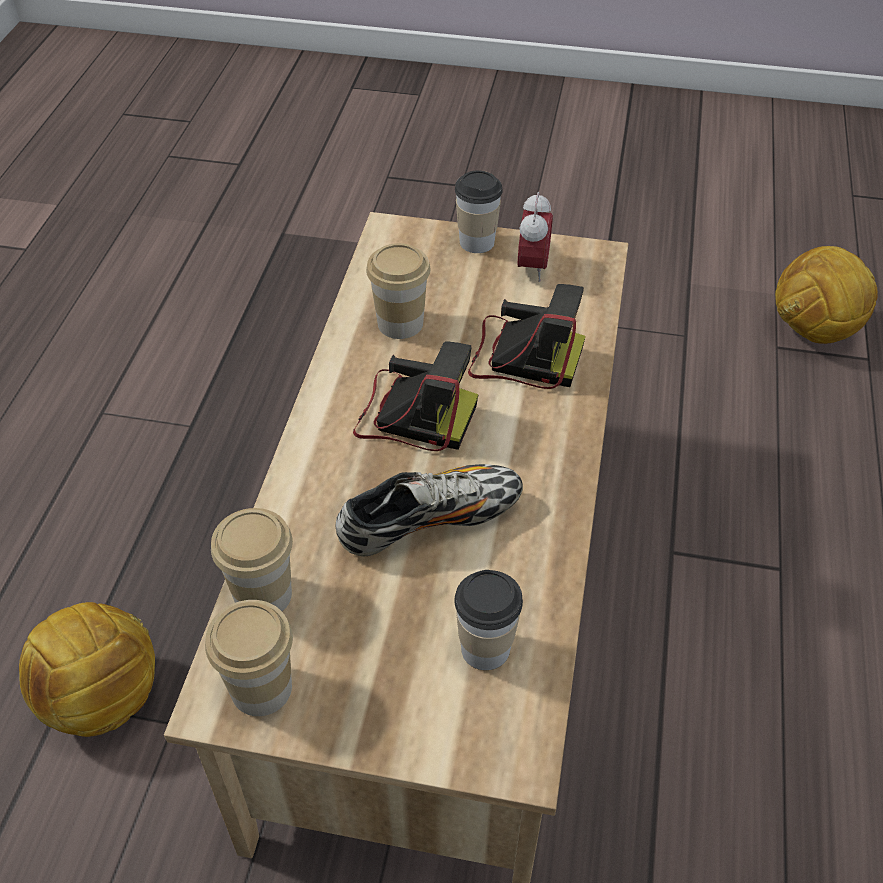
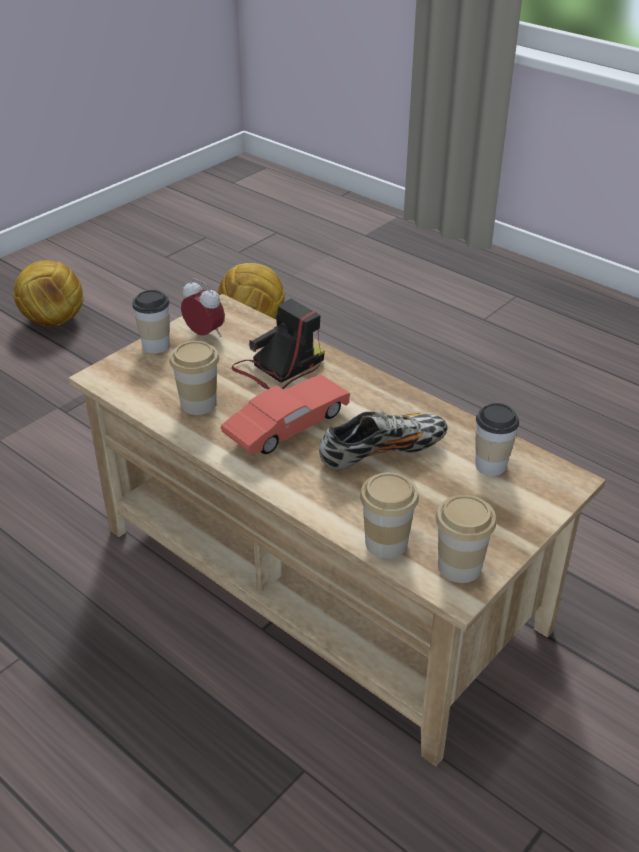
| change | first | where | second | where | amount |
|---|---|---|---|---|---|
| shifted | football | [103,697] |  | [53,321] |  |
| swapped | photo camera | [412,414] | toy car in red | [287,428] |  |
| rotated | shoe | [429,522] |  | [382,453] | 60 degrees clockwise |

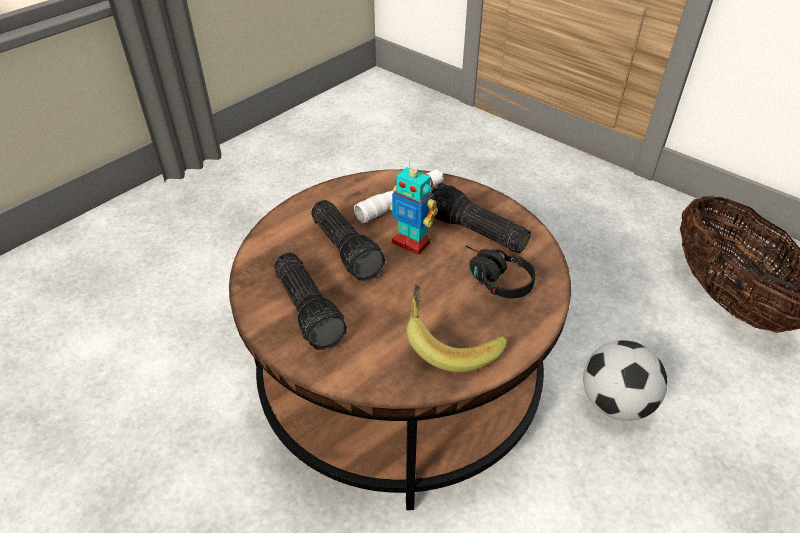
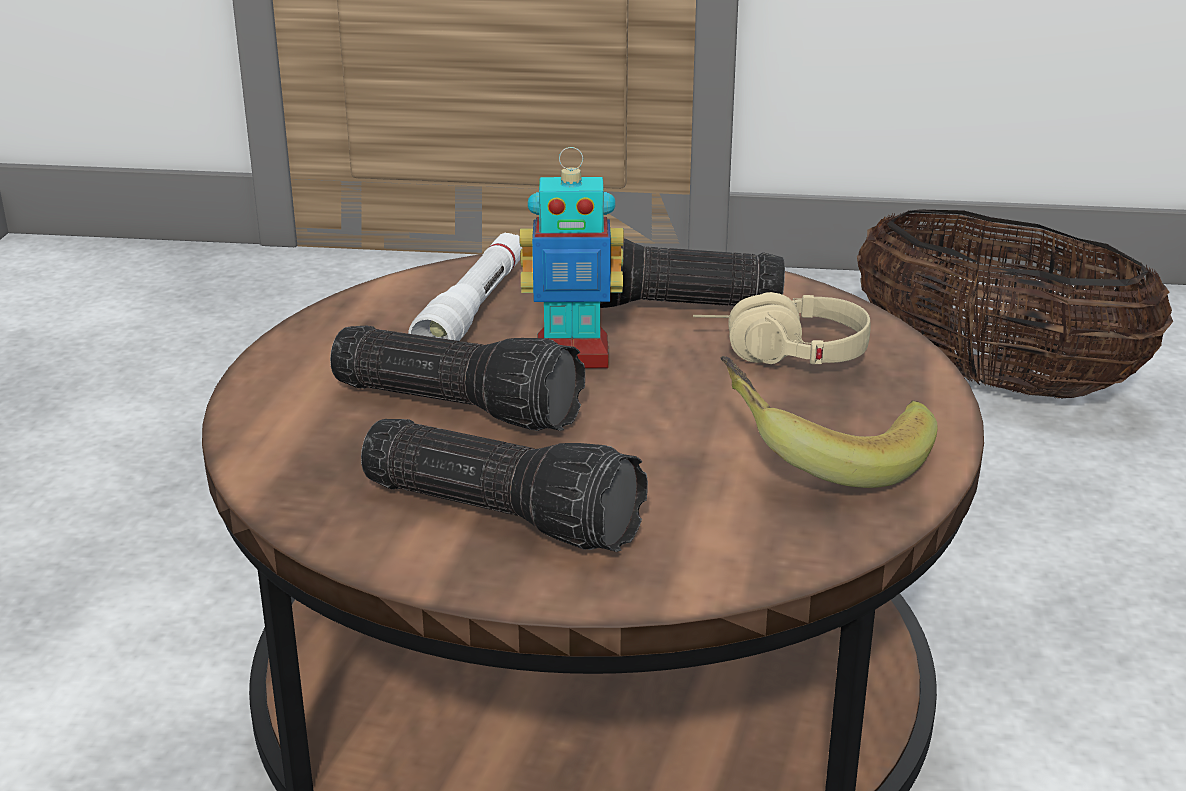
| change | first | where | second | where | amount |
|---|---|---|---|---|---|
| gone | football | [615,403] |  |  |  |
| repainted | headphones in black | [493,279] | headphones in beige | [779,355] |  |

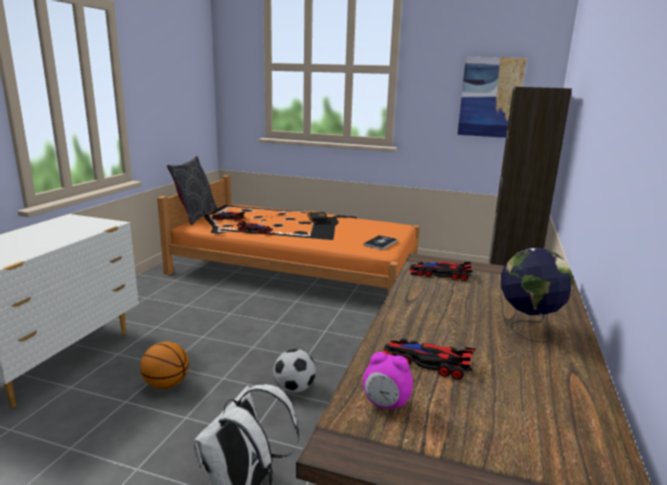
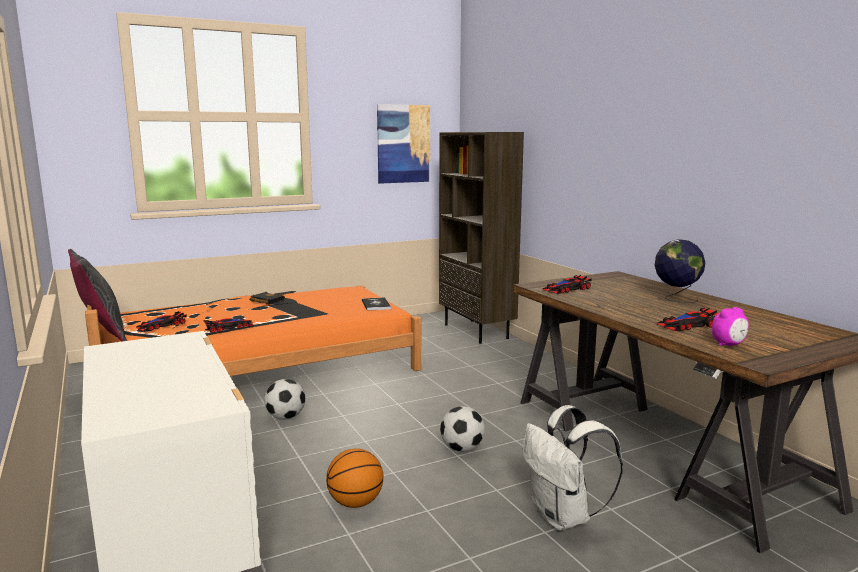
| change | first | where | second | where | amount |
|---|---|---|---|---|---|
| new |  |  | football | [285,417] |  |

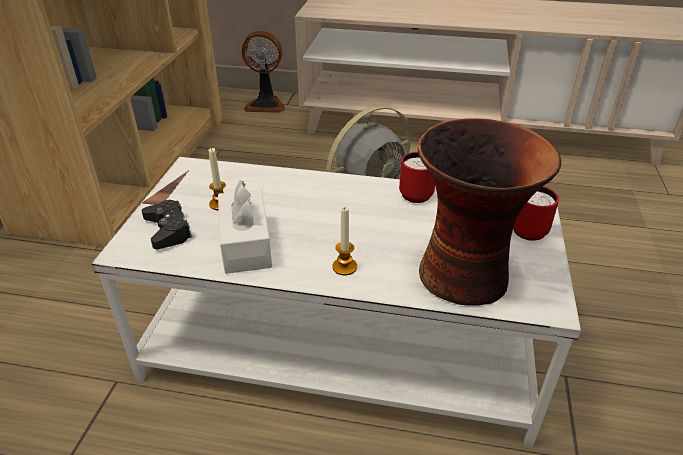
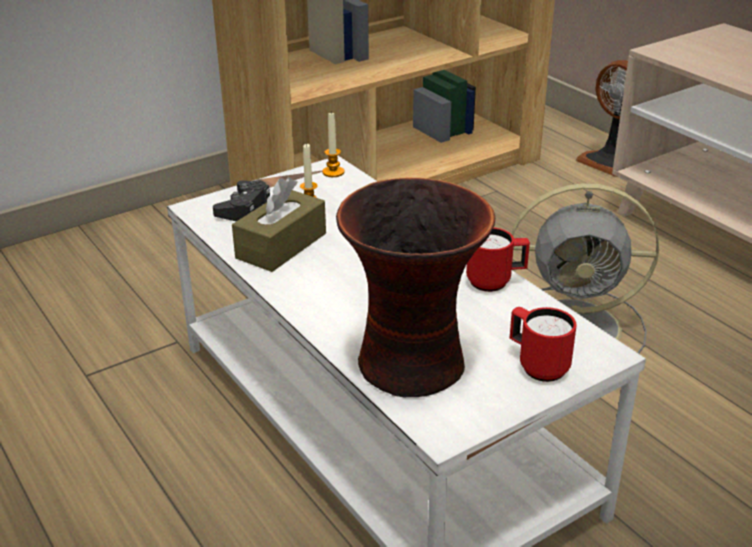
| change | first | where | second | where | amount |
|---|---|---|---|---|---|
| shifted | candle | [344,267] |  | [333,172] |  |
| repainted | tissue box in white | [246,244] | tissue box in brown | [281,246] |  |

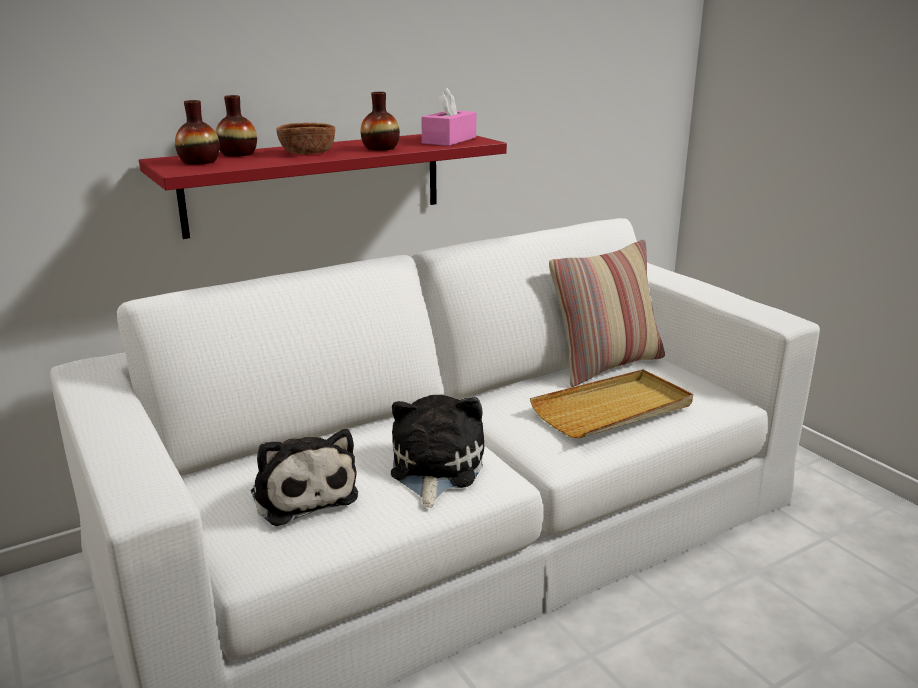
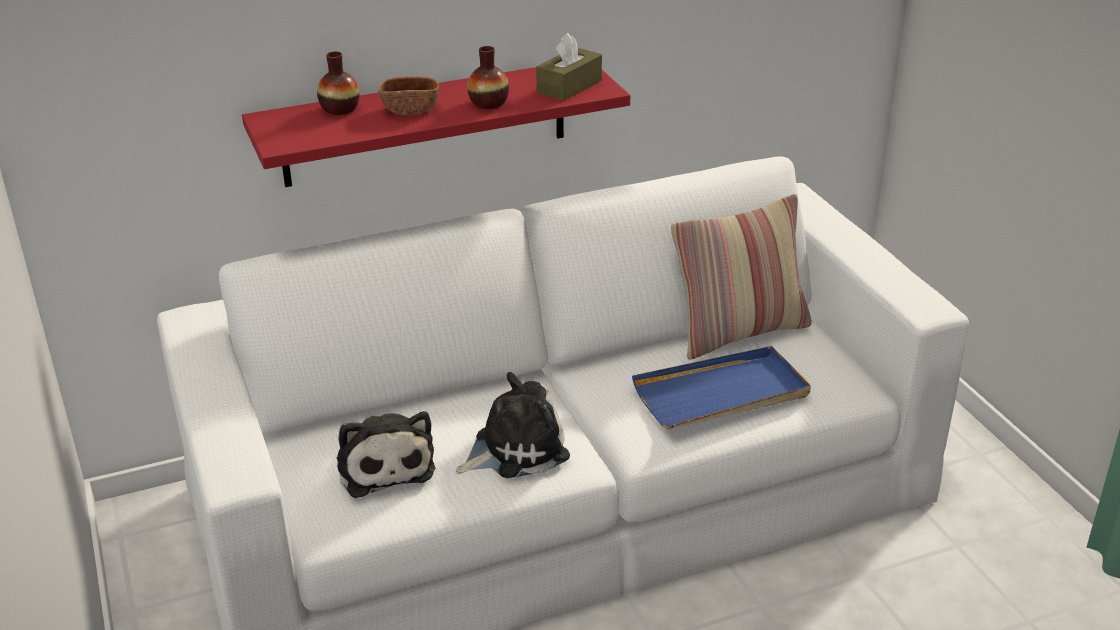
| change | first | where | second | where | amount |
|---|---|---|---|---|---|
| gone | vase | [199,162] |  |  |  |
| repainted | tissue box in pink | [449,140] | tissue box in brown | [569,86] |  |
| repainted | tray in beige | [613,409] | tray in blue | [722,393] |  |
| rotated | plush toy | [434,469] |  | [515,449] | 45 degrees clockwise |

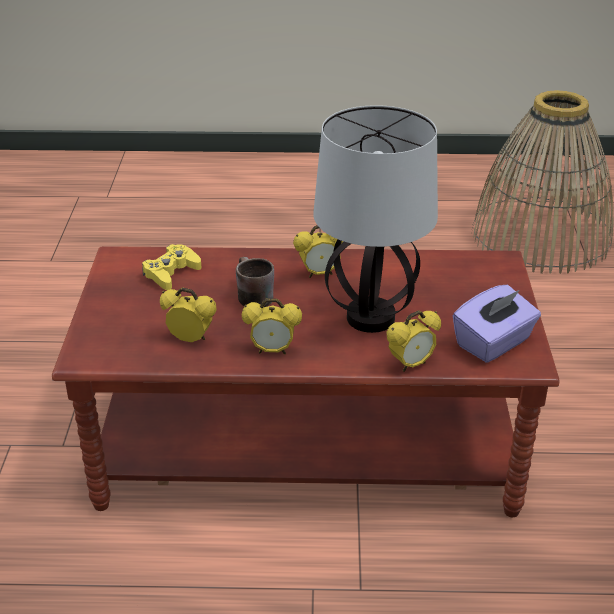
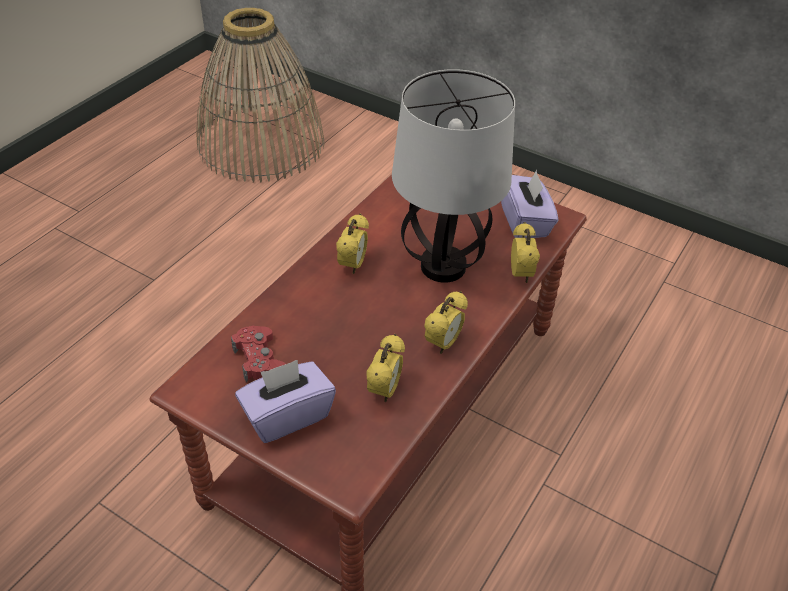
| change | first | where | second | where | amount |
|---|---|---|---|---|---|
| gone | mug in brown | [250,297] |  |  |  |
| new |  |  | tissue box in purple | [287,415] |  |
| repainted | game controller in yellow | [171,273] | game controller in red | [260,360] |  |
| rotated | alarm clock | [190,340] |  | [385,390] | 150 degrees clockwise |

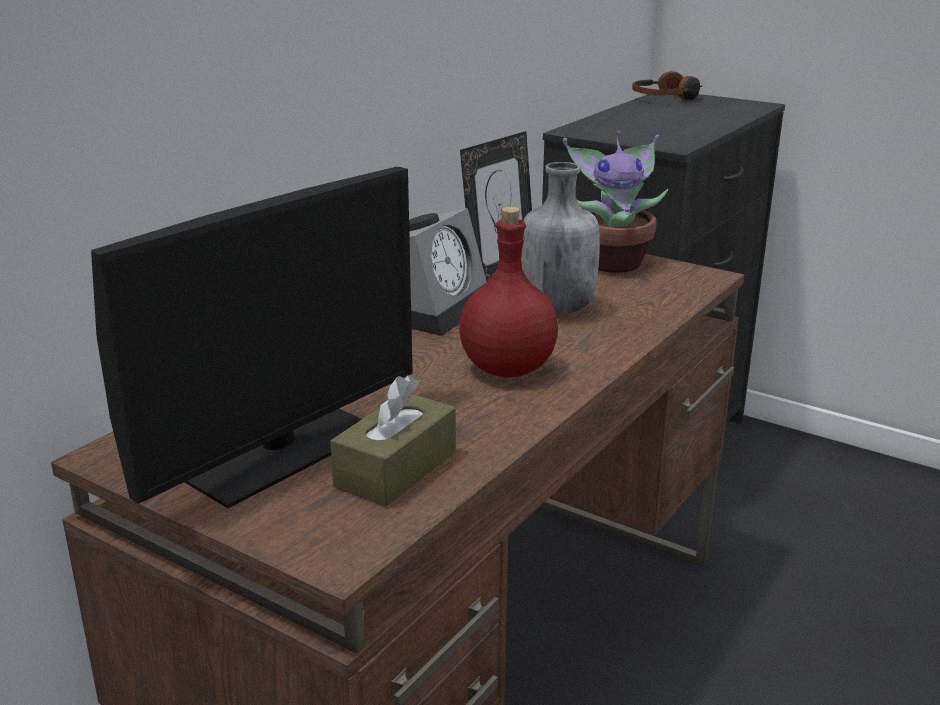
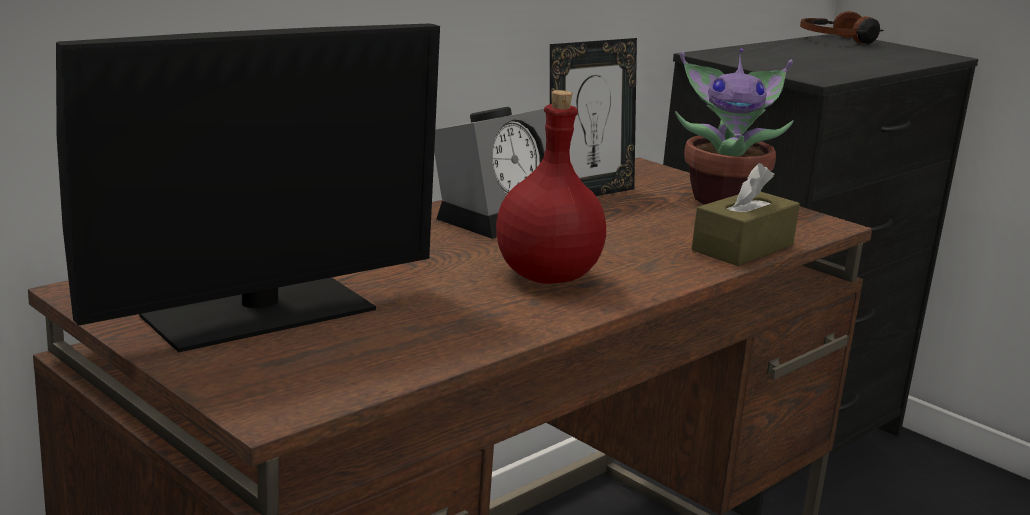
| change | first | where | second | where | amount |
|---|---|---|---|---|---|
| gone | bottle in grey | [556,308] |  |  |  |
| shifted | tissue box in brown | [396,469] |  | [743,247] |  |

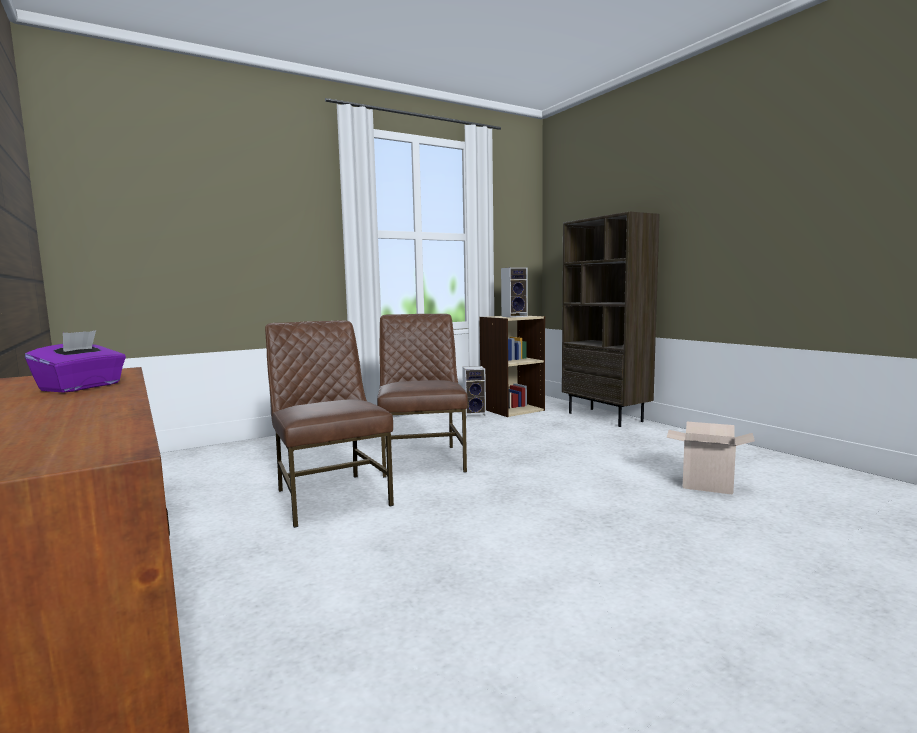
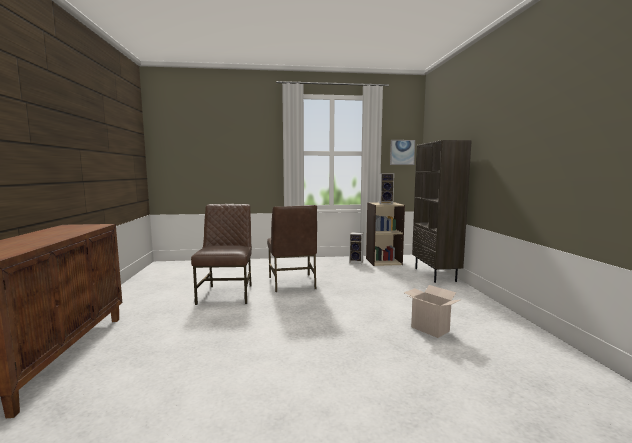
| change | first | where | second | where | amount |
|---|---|---|---|---|---|
| gone | tissue box in purple | [81,387] |  |  |  |
| new |  |  | picture | [402,152] |  |
| rotated | chair in brown | [422,460] |  | [292,283] | 150 degrees clockwise |

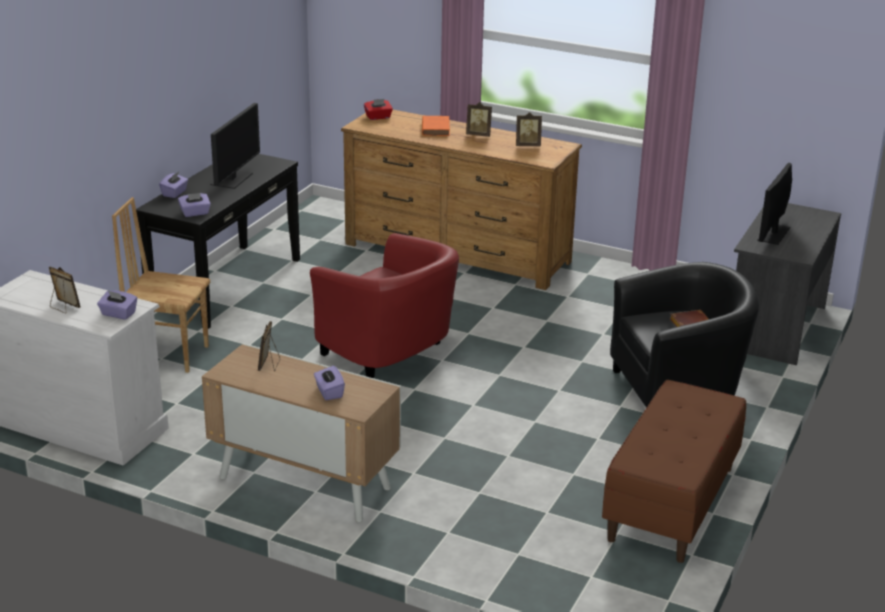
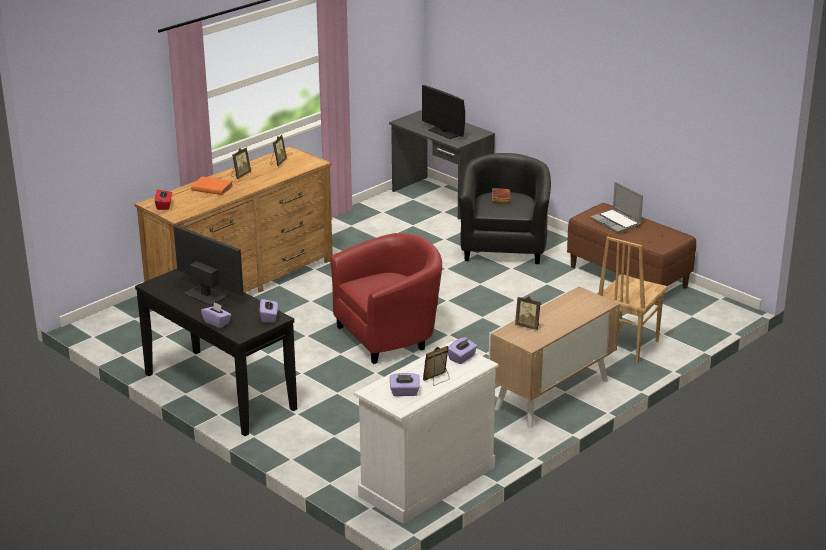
| change | first | where | second | where | amount |
|---|---|---|---|---|---|
| new |  |  | laptop | [616,222] |  |
| shifted | chair in brown | [169,354] |  | [626,346] |  |
| shifted | tissue box in purple | [329,392] |  | [404,392] |  |

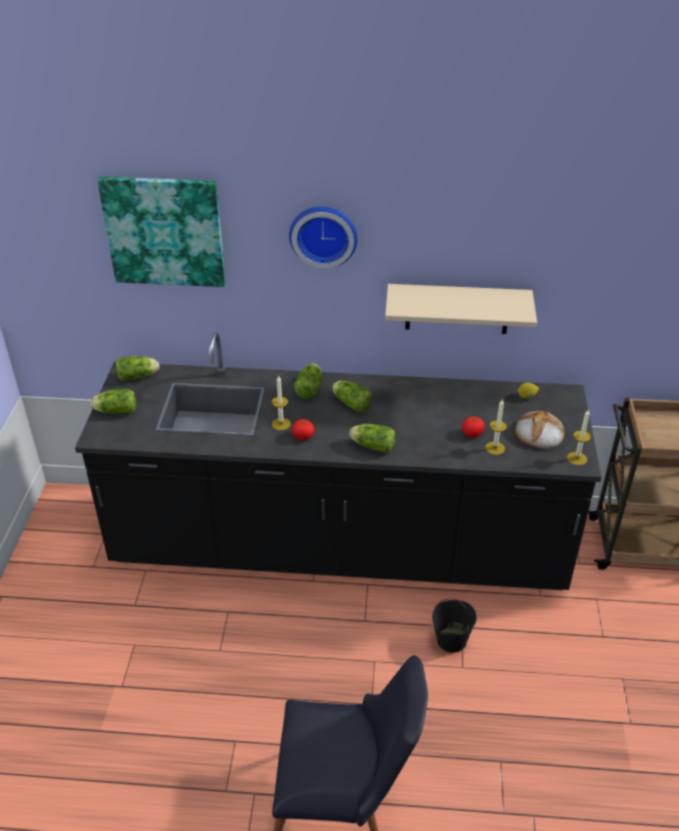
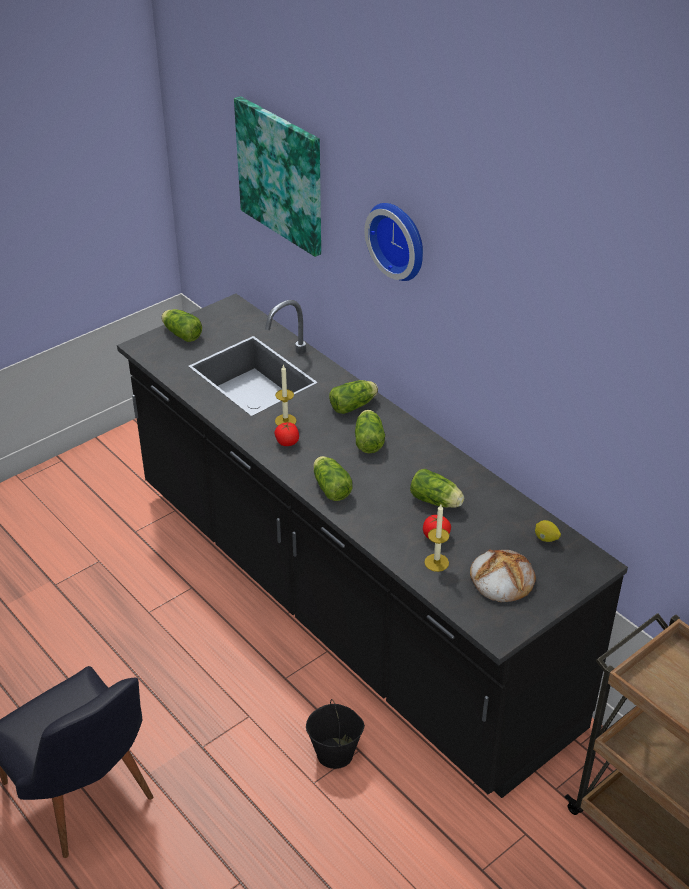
| change | first | where | second | where | amount |
|---|---|---|---|---|---|
| gone | shelf in beige | [457,309] |  |  |  |
| gone | candle | [577,458] |  |  |  |
| shifted | lettuce | [139,376] |  | [437,501] |  |

